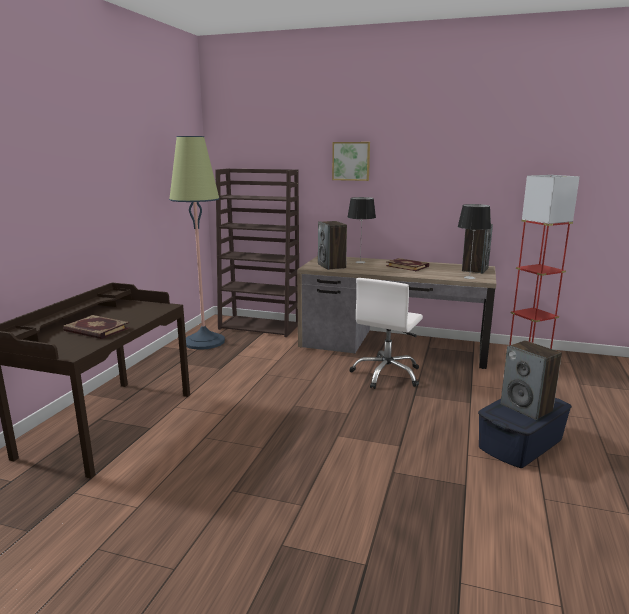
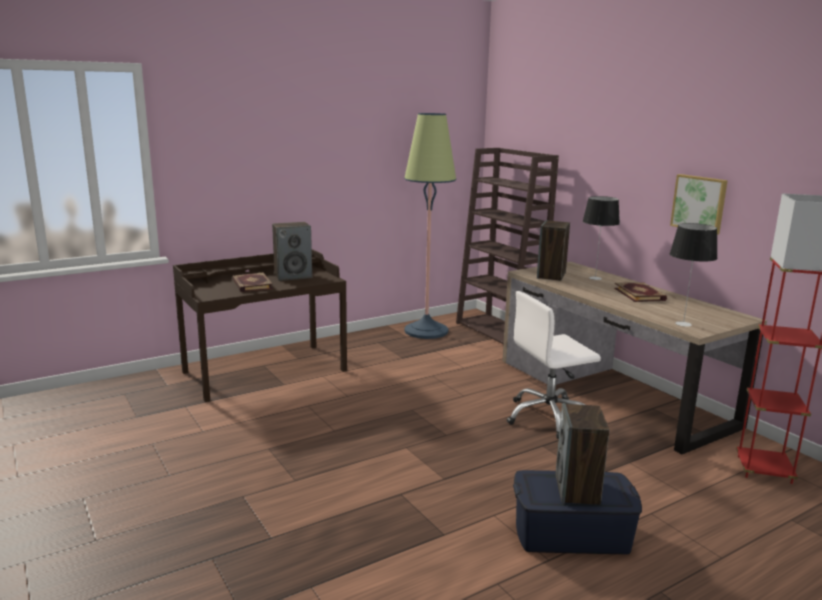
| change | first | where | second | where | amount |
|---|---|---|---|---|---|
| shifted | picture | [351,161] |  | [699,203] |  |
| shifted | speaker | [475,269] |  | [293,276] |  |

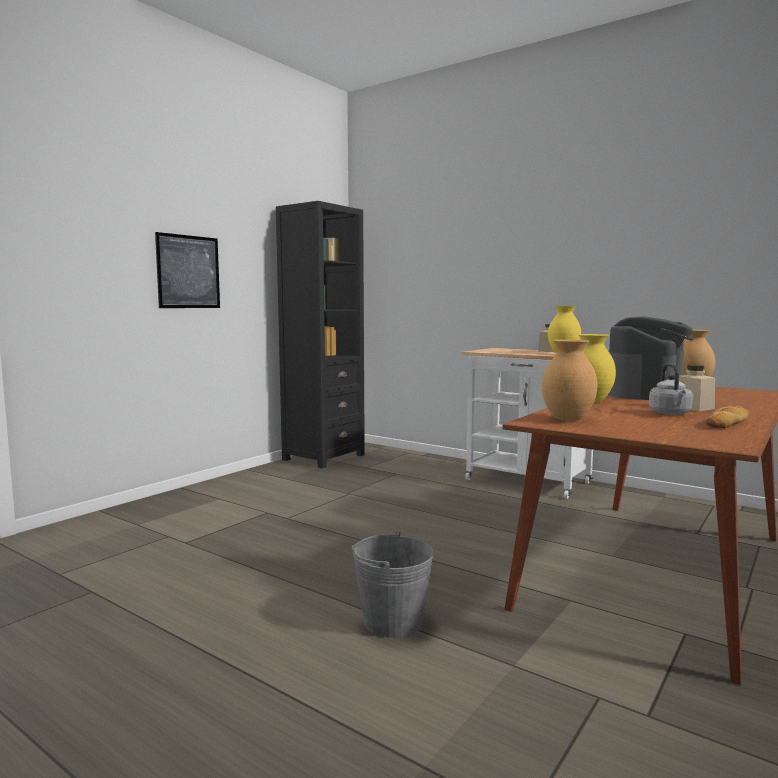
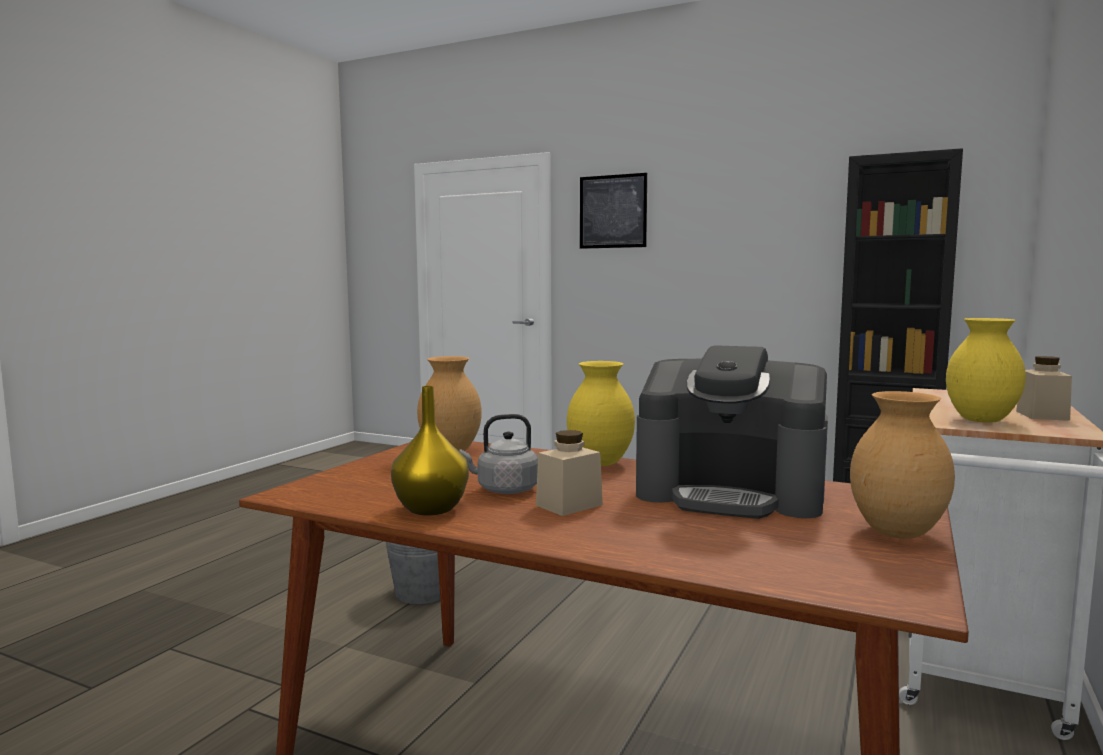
| change | first | where | second | where | amount |
|---|---|---|---|---|---|
| shifted | picture | [188,272] |  | [613,211] |  |
| swapped | bread | [727,423] | vase in yellow | [430,508] |  |

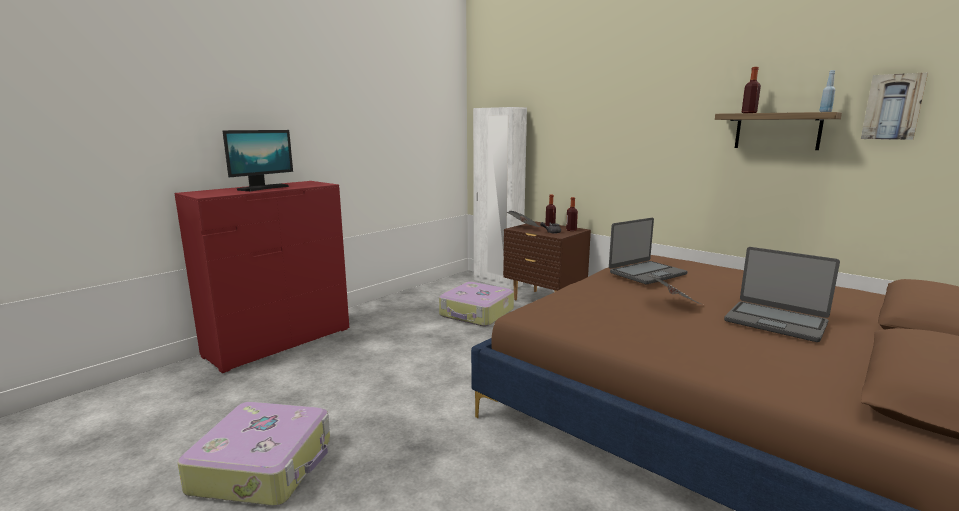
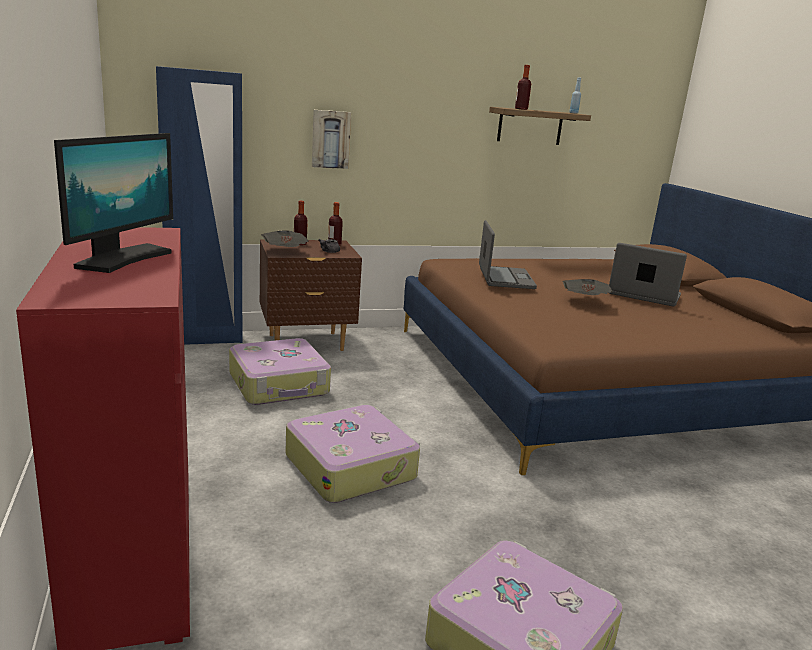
| change | first | where | second | where | amount |
|---|---|---|---|---|---|
| new |  |  | suitcase | [351,466] |  |
| shifted | picture | [893,107] |  | [330,139] |  |
| repainted | wardrobe in white | [497,282] | wardrobe in blue | [205,339] |  |
| rotated | monitor | [263,188] |  | [123,259] | 45 degrees clockwise |
| rotated | laptop | [775,321] |  | [644,295] | 135 degrees counterclockwise |

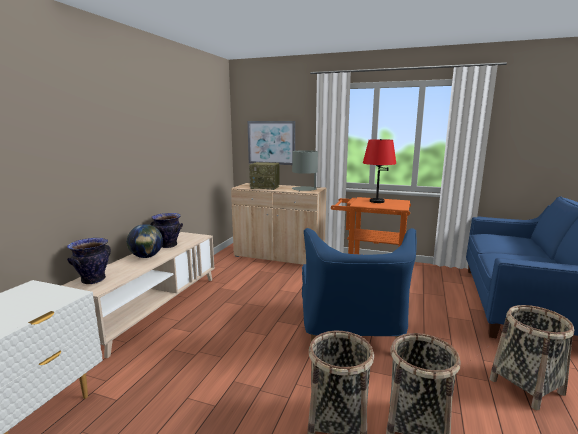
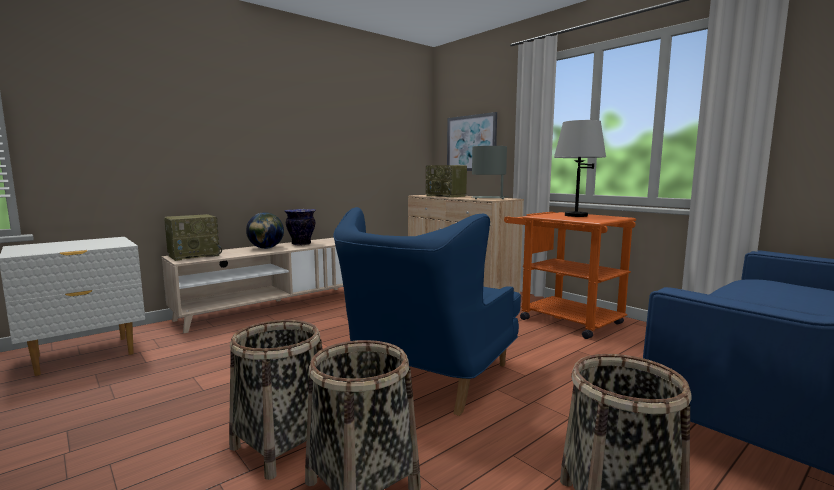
| change | first | where | second | where | amount |
|---|---|---|---|---|---|
| swapped | vase | [93,280] | radio | [194,255] |  |
| repainted | table lamp in red | [376,201] | table lamp in grey | [575,215] |  |

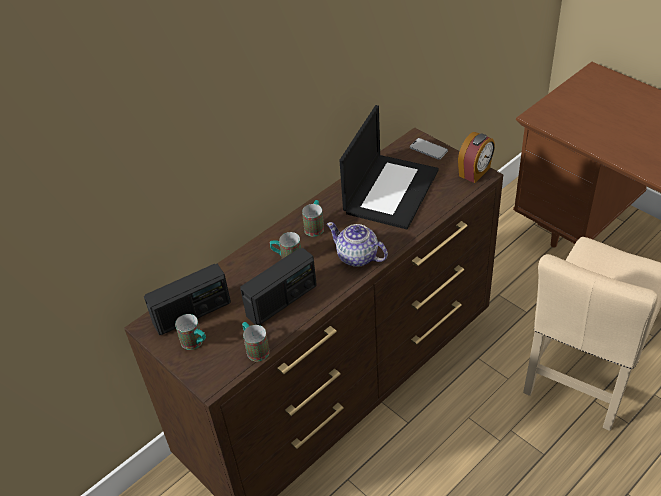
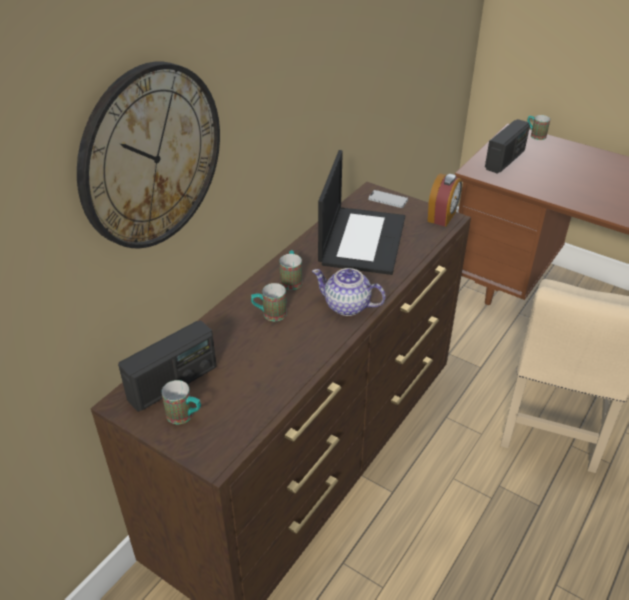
| change | first | where | second | where | amount |
|---|---|---|---|---|---|
| new |  |  | wall clock | [151,157] |  |
| shifted | radio | [282,300] |  | [505,160] |  |
| shifted | mug | [255,349] |  | [535,135] |  |

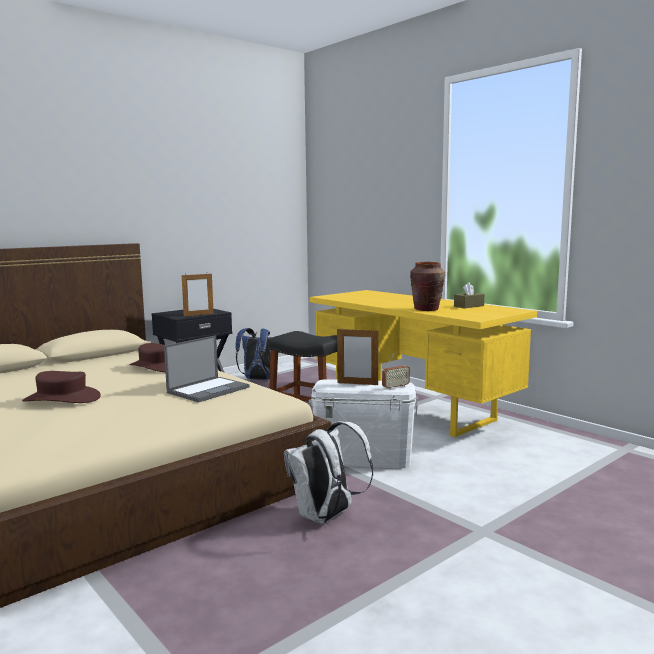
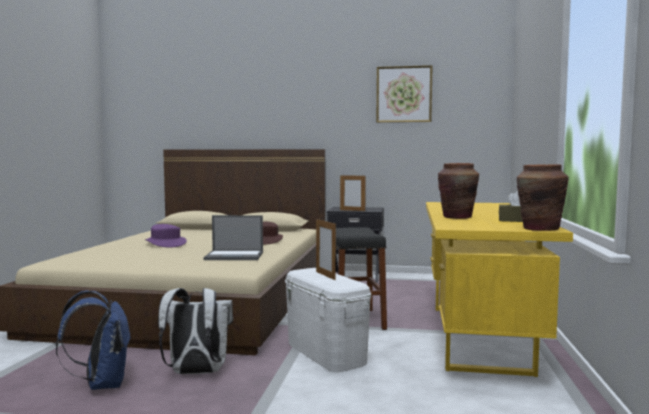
| change | first | where | second | where | amount |
|---|---|---|---|---|---|
| gone | radio | [395,387] |  |  |  |
| new |  |  | picture | [404,94] |  |
| new |  |  | vase in brown | [540,229] |  |
| shifted | backpack in blue | [259,379] |  | [102,384] |  |
| repainted | hat in brown | [62,398] | hat in purple | [165,243] |  |

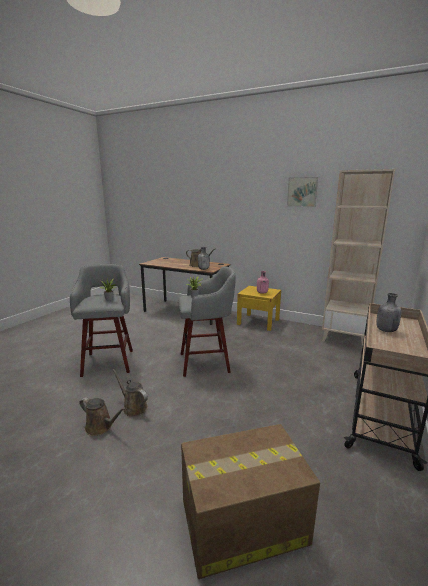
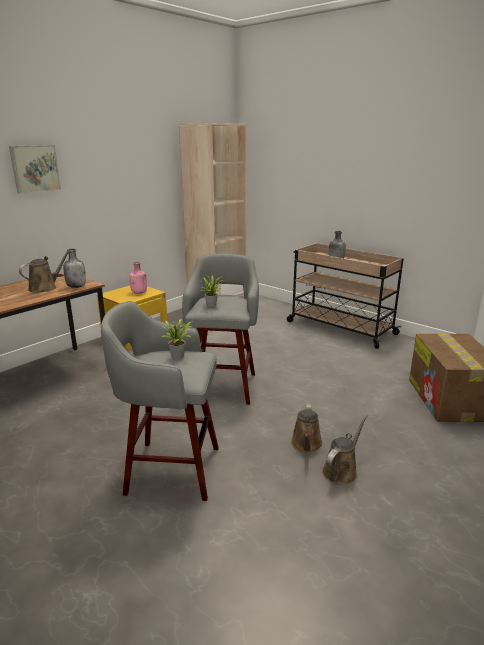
| change | first | where | second | where | amount |
|---|---|---|---|---|---|
| shifted | picture | [302,192] |  | [34,168] |  |
| rotated | watering can in brown | [133,407] |  | [306,445] | 45 degrees counterclockwise |

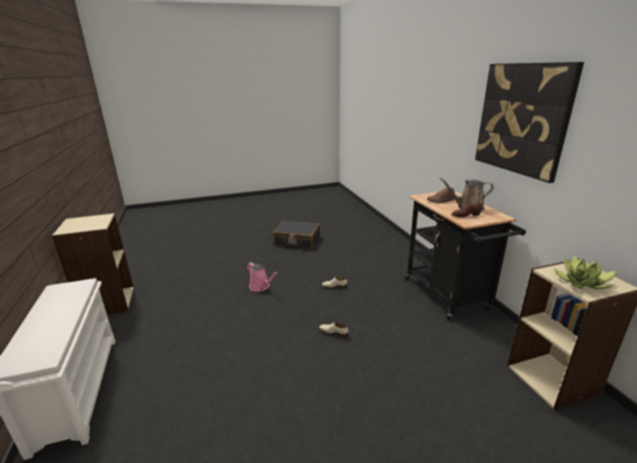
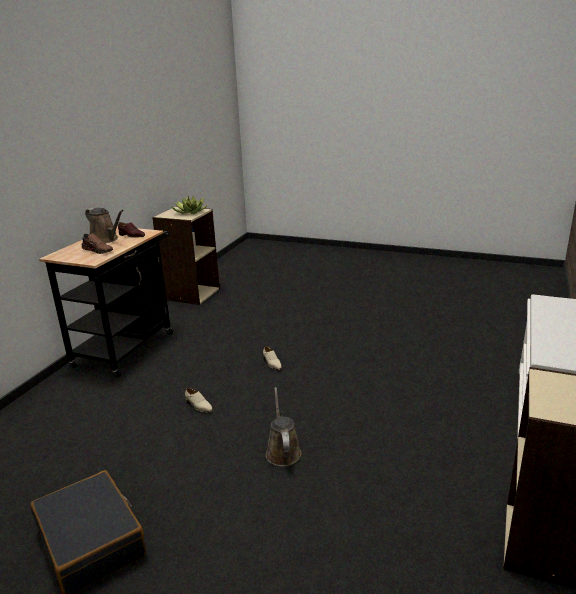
| change | first | where | second | where | amount |
|---|---|---|---|---|---|
| gone | picture | [522,119] |  |  |  |
| repainted | watering can in pink | [261,286] | watering can in brown | [282,451] |  |

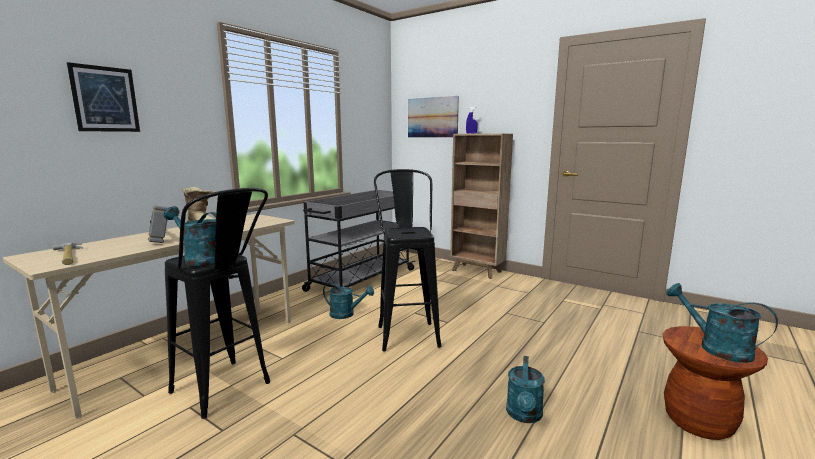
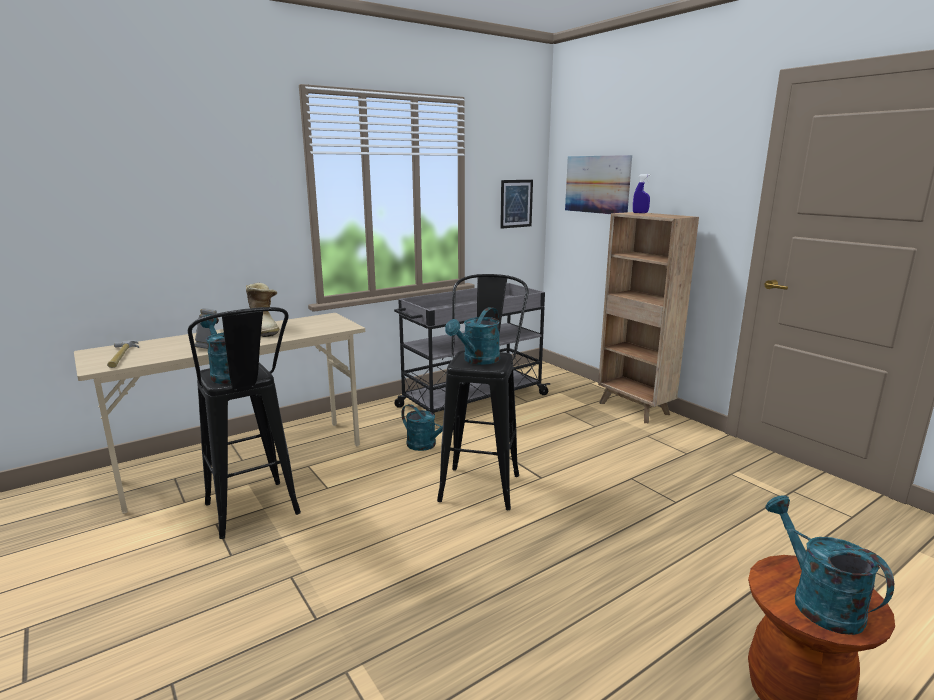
| change | first | where | second | where | amount |
|---|---|---|---|---|---|
| shifted | picture | [105,99] |  | [516,203] |  |
| shifted | watering can in turquoise | [524,416] |  | [477,360] |  |

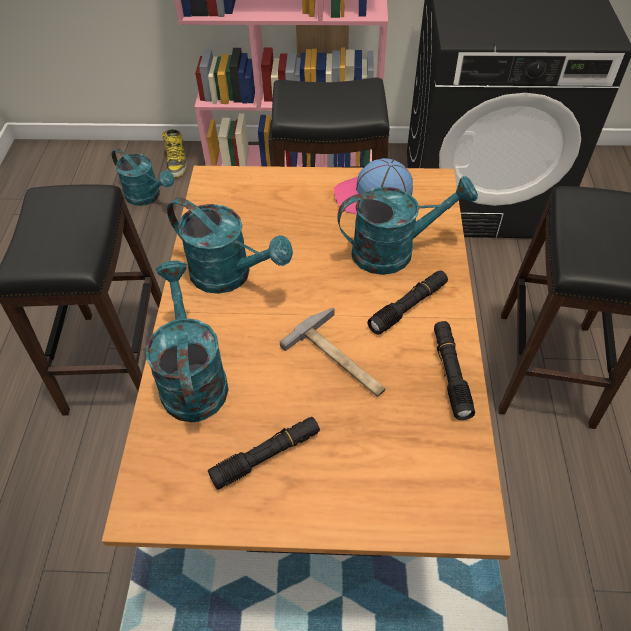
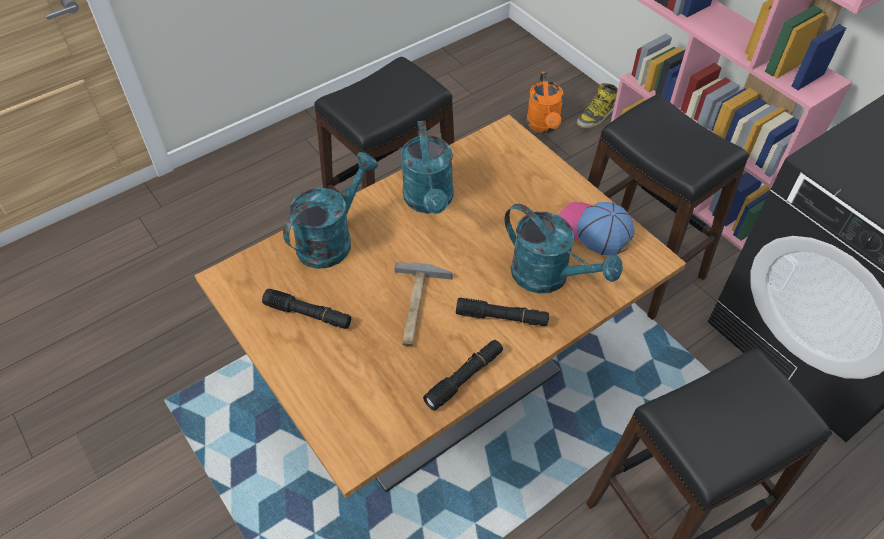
| change | first | where | second | where | amount |
|---|---|---|---|---|---|
| repainted | watering can in turquoise | [148,197] | watering can in orange | [544,126] |  |

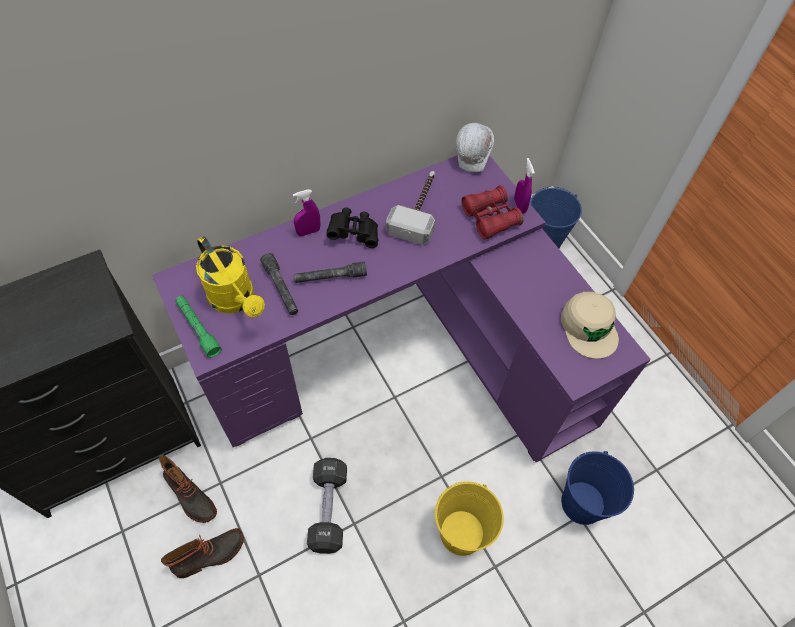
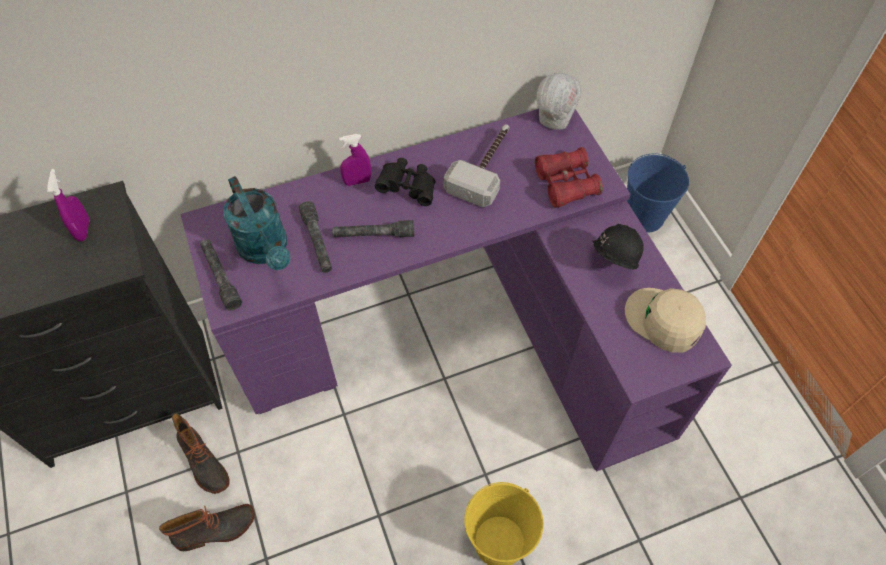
| change | first | where | second | where | amount |
|---|---|---|---|---|---|
| gone | dumbbell in black | [328,509] |  |  |  |
| gone | bucket in blue | [582,503] |  |  |  |
| new |  |  | hard hat in black | [610,265] |  |
| shifted | spray bottle in purple | [519,206] |  | [83,230] |  |
| repainted | flashlight in green | [198,328] | flashlight in grey | [221,277] |  |
| repainted | watering can in yellow | [236,300] | watering can in turquoise | [266,250] |  |
| rotated | cap in beige | [589,327] |  | [664,321] | 135 degrees clockwise |

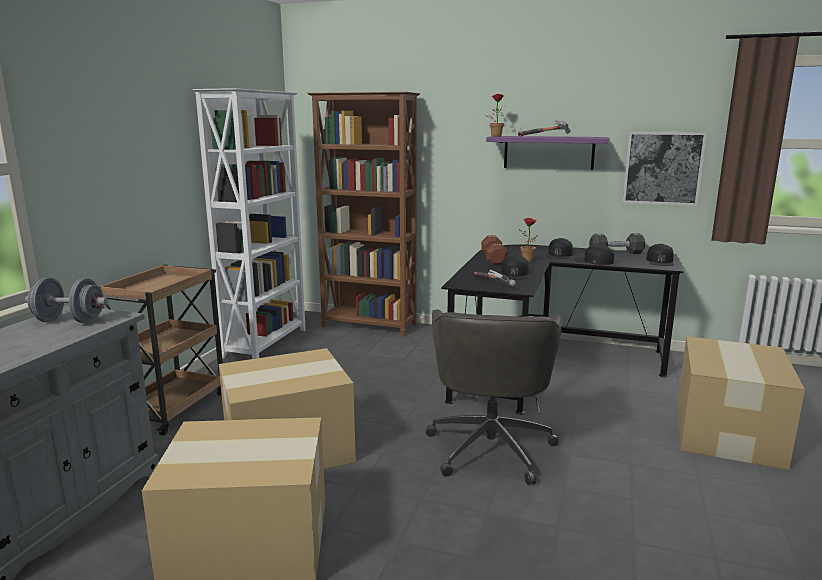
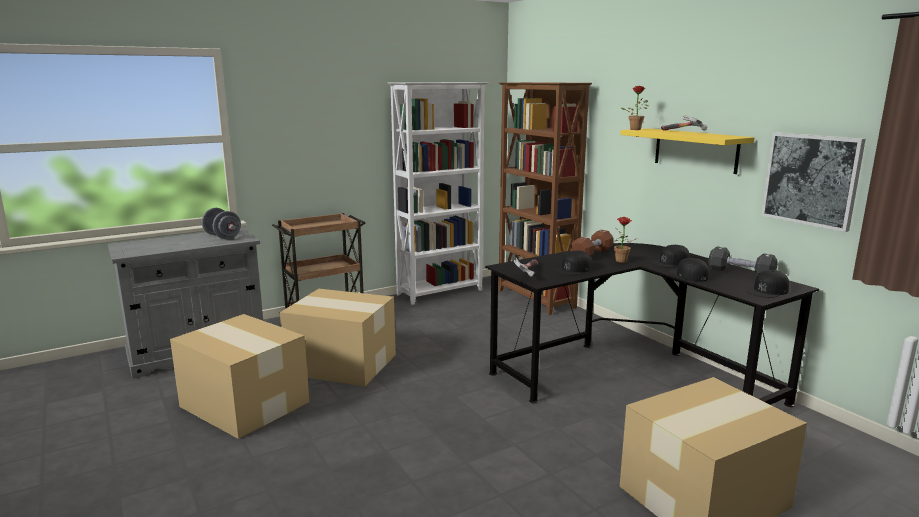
| change | first | where | second | where | amount |
|---|---|---|---|---|---|
| gone | office chair in grey | [491,446] |  |  |  |
| repainted | shelf in purple | [548,152] | shelf in yellow | [695,150] |  |

